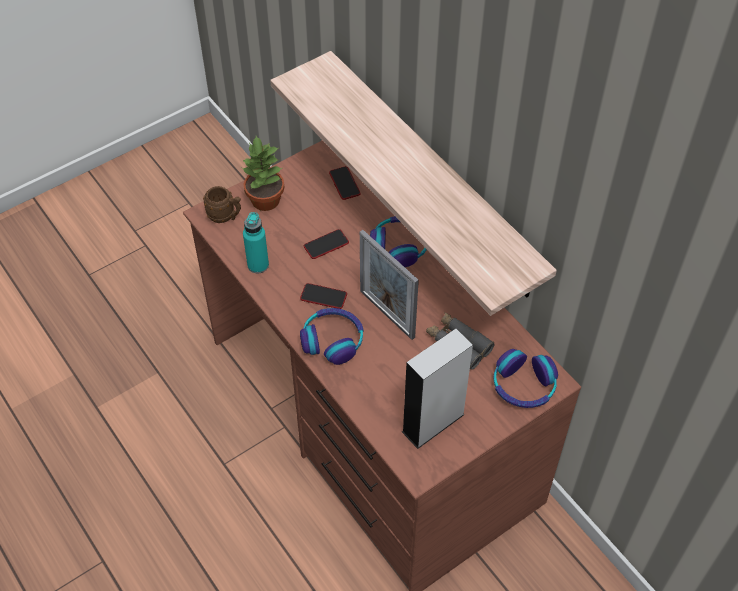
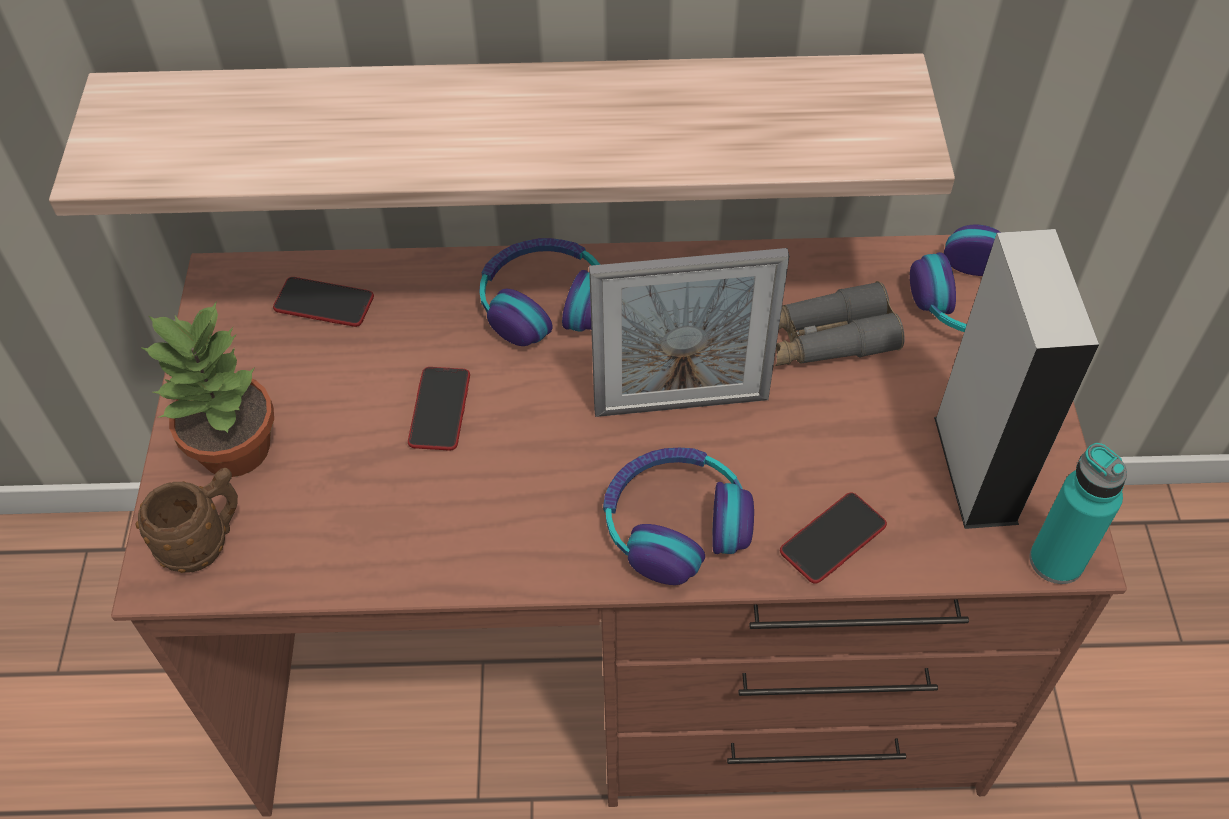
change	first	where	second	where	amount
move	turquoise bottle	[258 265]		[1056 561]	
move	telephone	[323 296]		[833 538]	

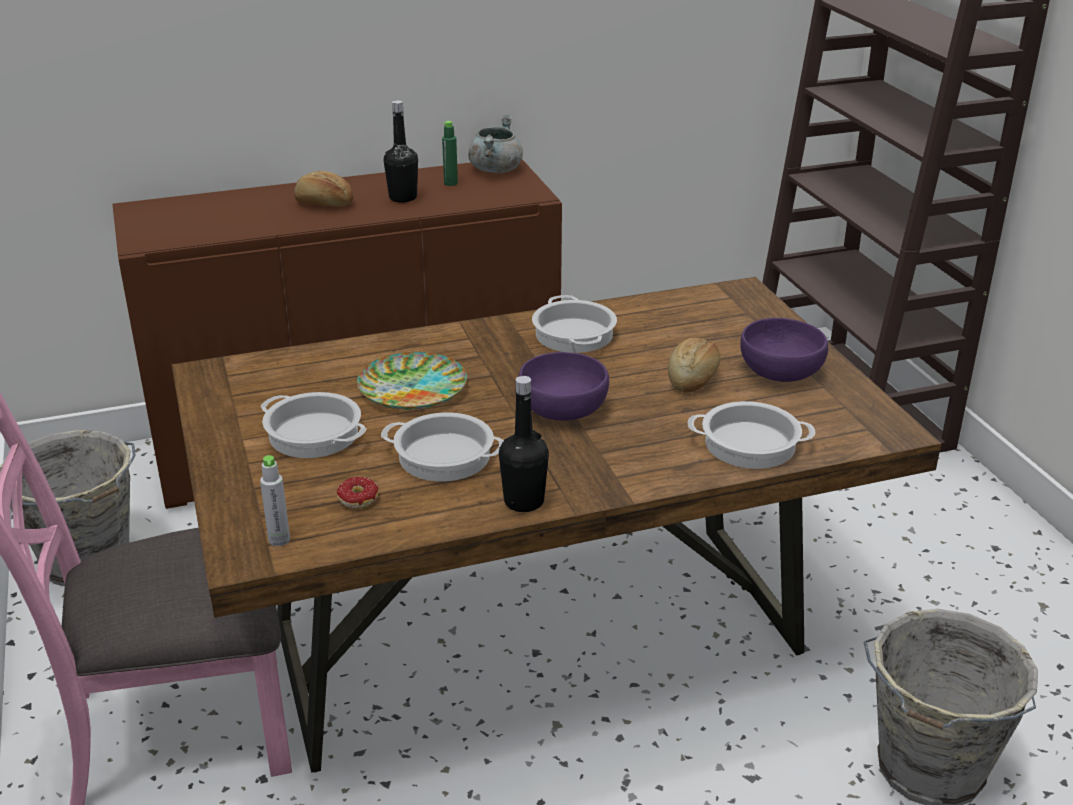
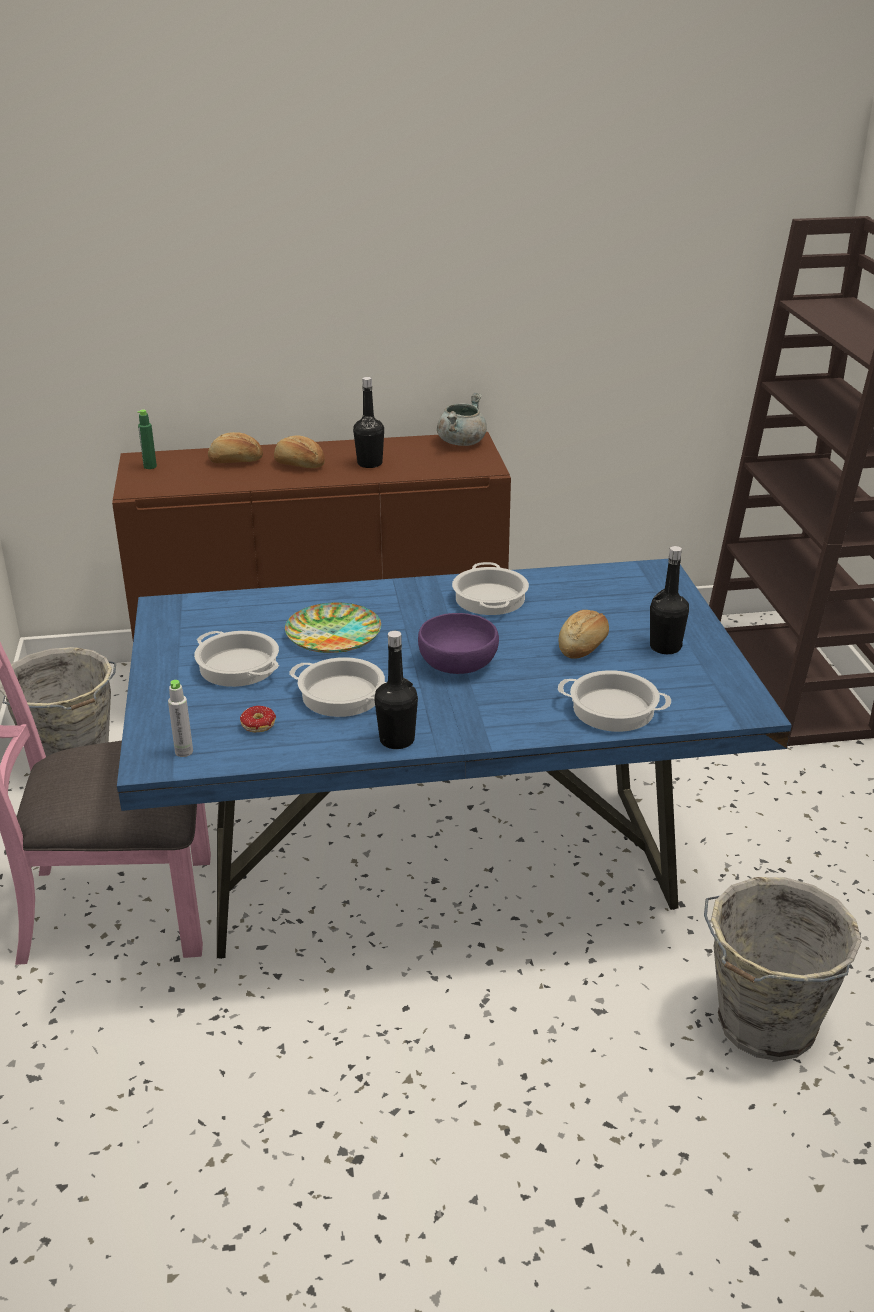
change	first	where	second	where	amount
recolor	brown-coloured kitchen table	[533 641]	blue kitchen table	[435 870]	
move	green-coloured bottle	[450 183]		[150 466]	
replace	purple-coloured deep dish	[780 372]	blackish bottle	[665 647]	
insert			bread	[236 461]	

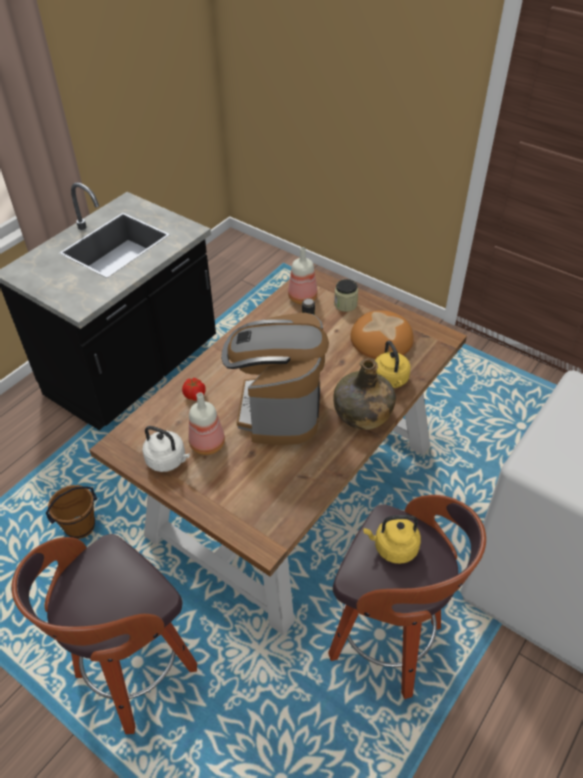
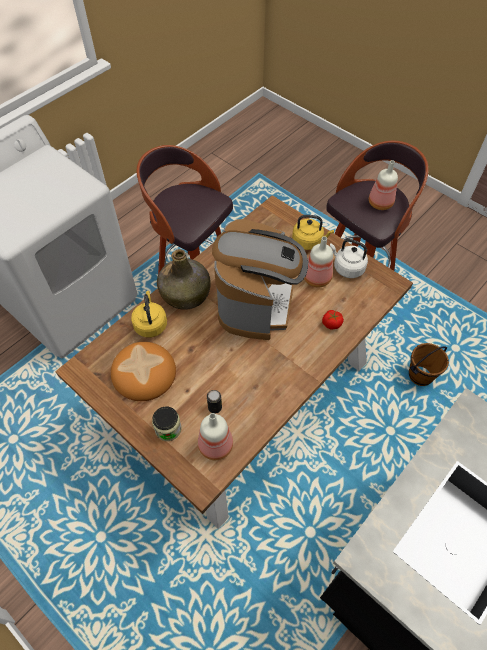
change	first	where	second	where	amount
move	yellow tea kettle	[393 548]		[309 241]	
insert			bottle	[380 204]	

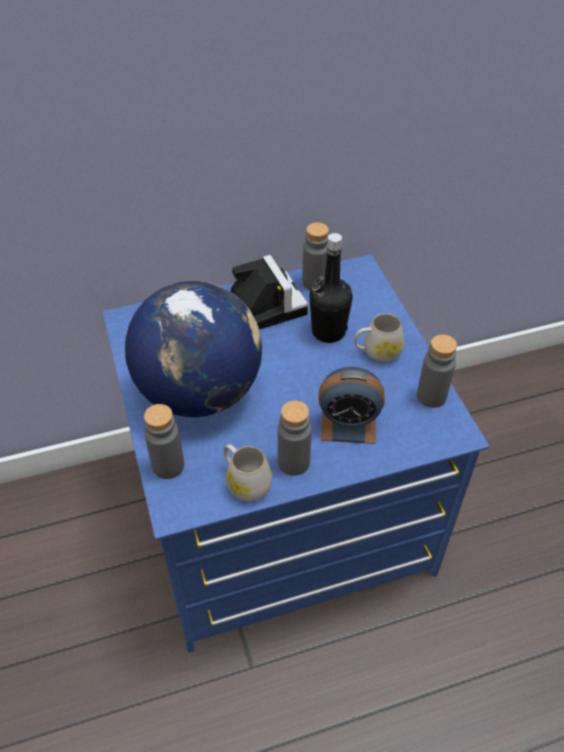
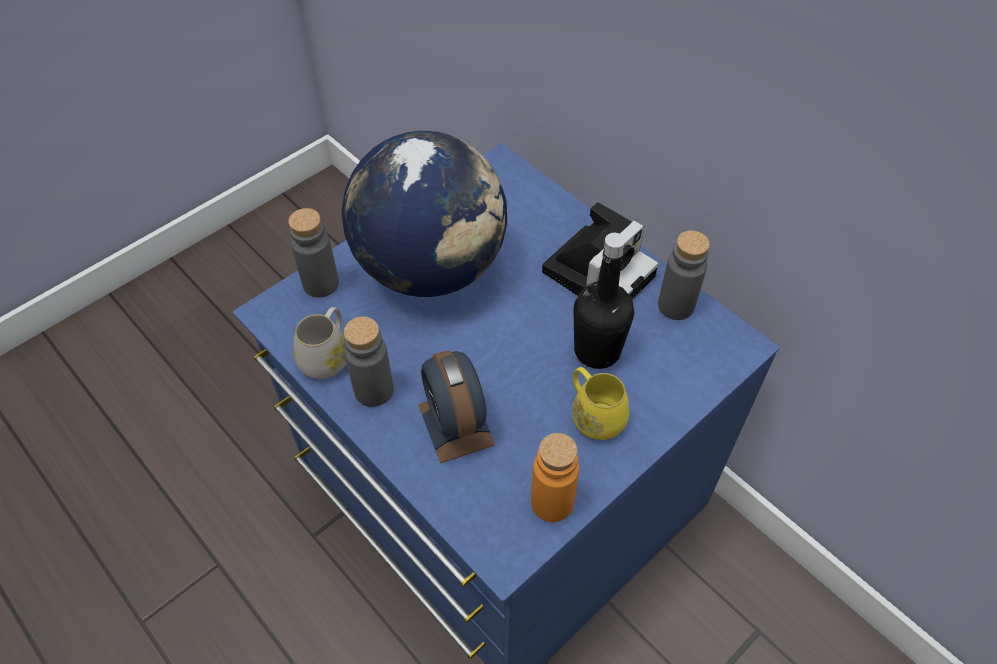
change	first	where	second	where	amount
recolor	white coffee mug	[377 352]	yellow coffee mug	[594 415]	
recolor	gray bottle	[431 396]	orangey bottle	[552 502]	

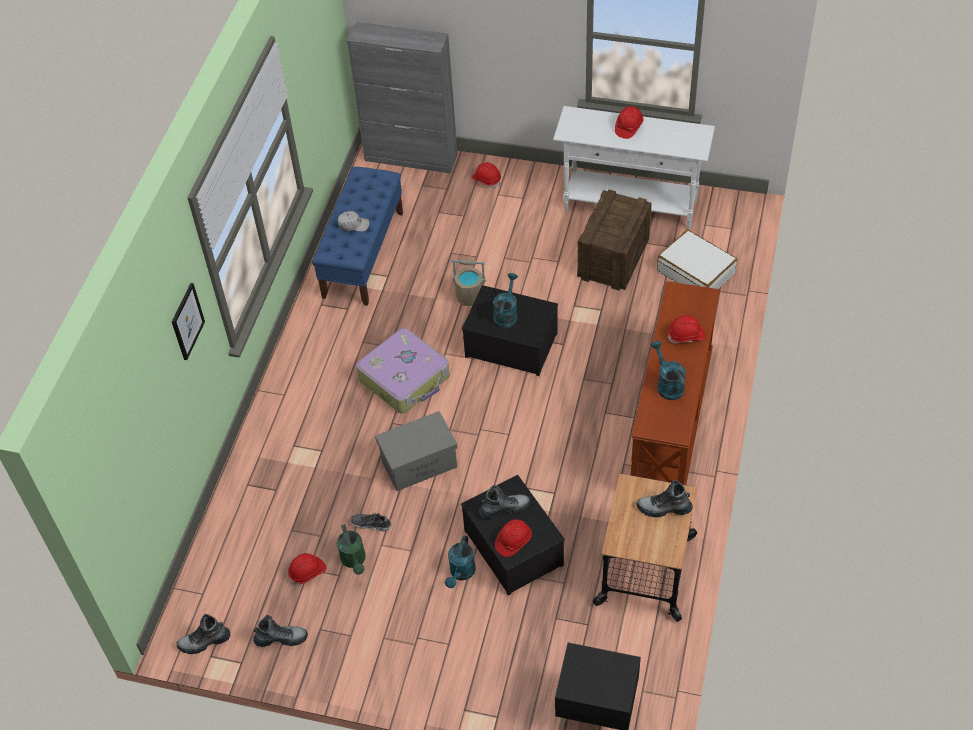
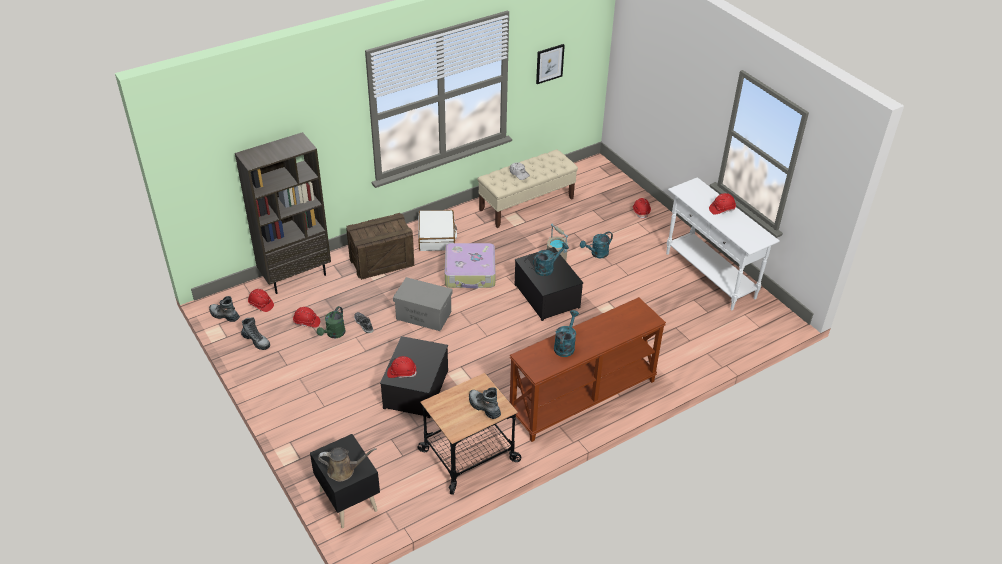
change	first	where	second	where	amount
move	wall art	[187 321]		[549 63]	
recolor	blue bench	[363 254]	beige-coloured bench	[527 204]	
delete	gray cupboard	[411 157]			
move	turquoise watering can	[461 573]		[597 254]	
delete	tall boot	[504 509]			
move	packing crate	[613 258]		[381 262]	
move	white suitcase	[696 272]		[437 237]	
move	red work helmet	[686 336]		[261 305]	
insert			brown-coloured bookcase	[296 276]	
insert			brown-coloured watering can	[344 470]	

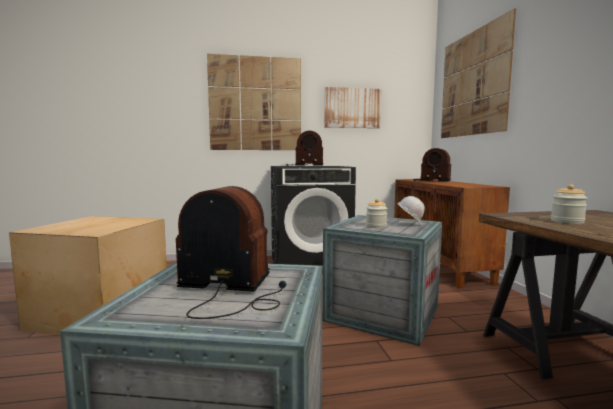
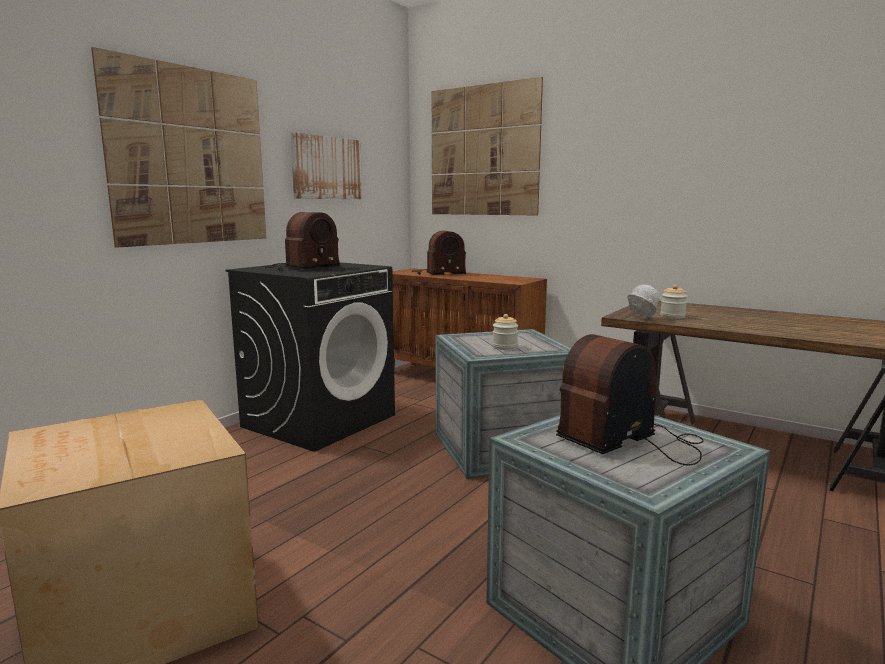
change	first	where	second	where	amount
move	white work helmet	[409 225]		[640 319]	

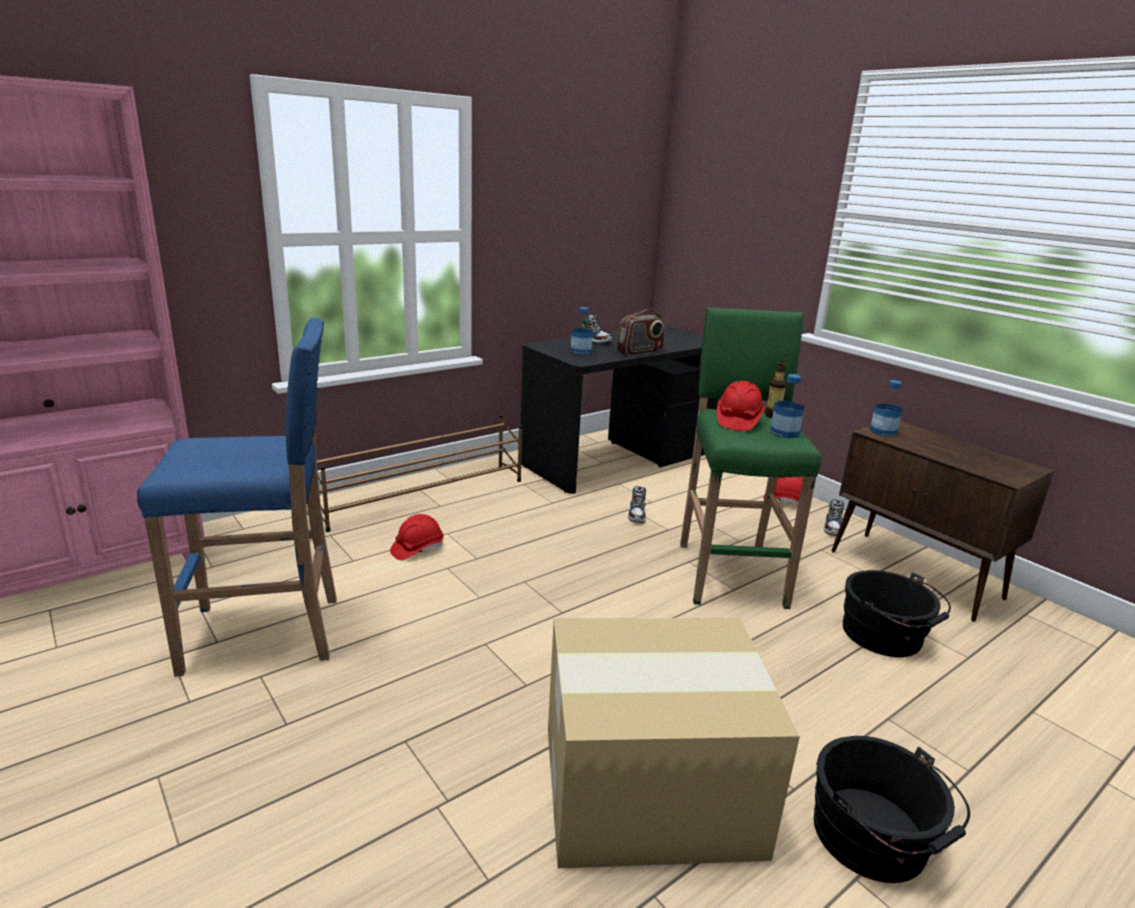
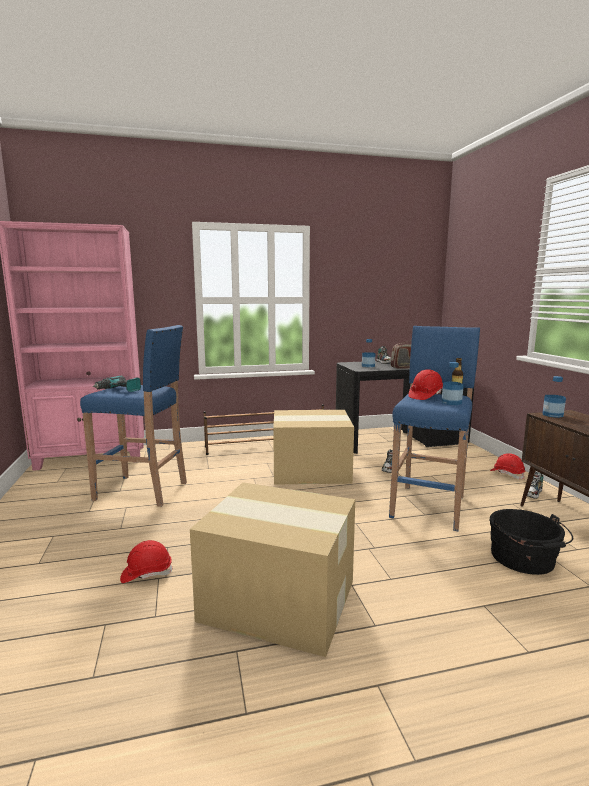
change	first	where	second	where	amount
move	red work helmet	[417 549]		[146 573]	
recolor	green-coloured sitting stool	[729 572]	blue sitting stool	[429 505]	
delete	blackish water bucket	[875 839]			
insert			electric drill	[119 390]	
insert			packing box	[309 470]	

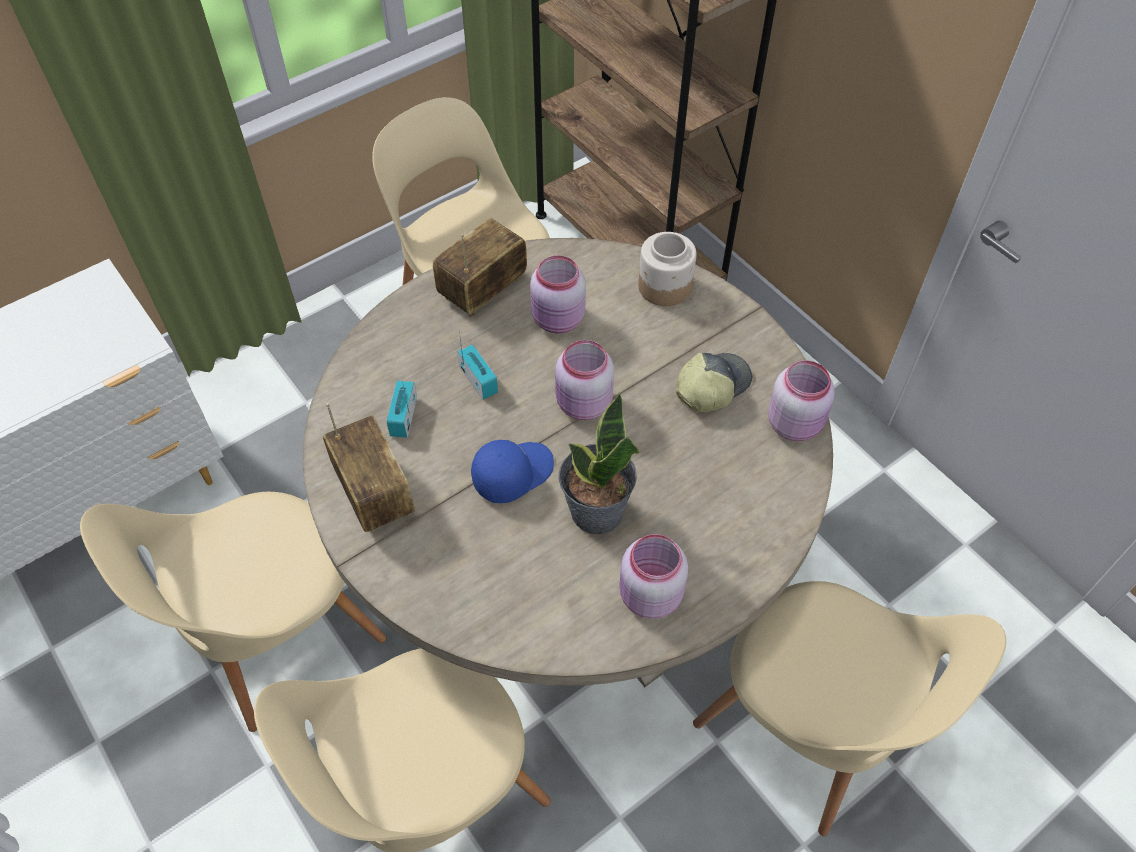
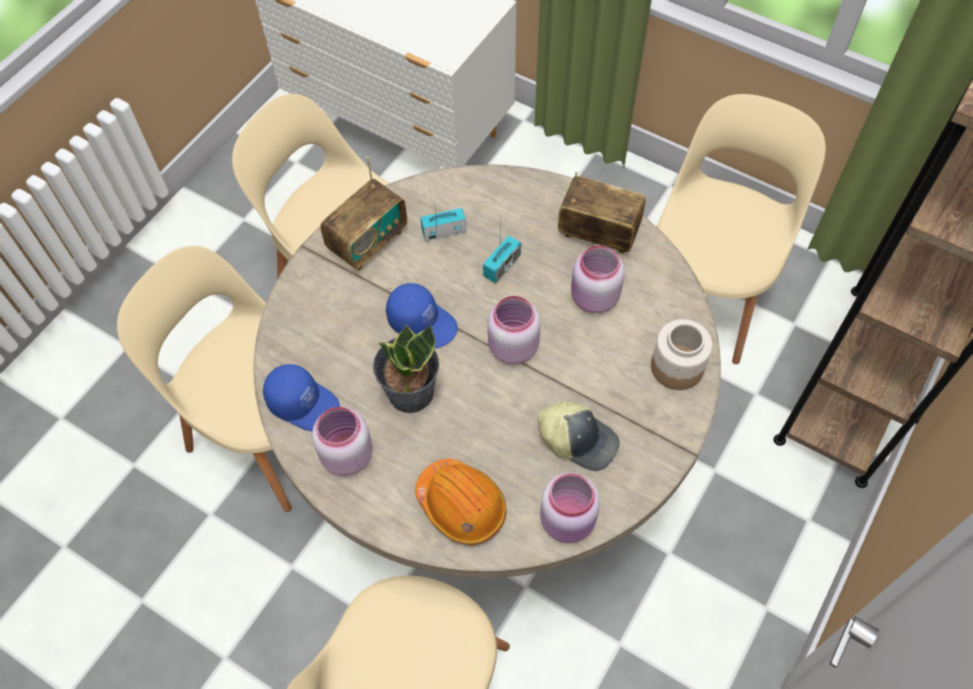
change	first	where	second	where	amount
insert			blue cap	[304 403]	
insert			orangey work helmet	[461 505]	

